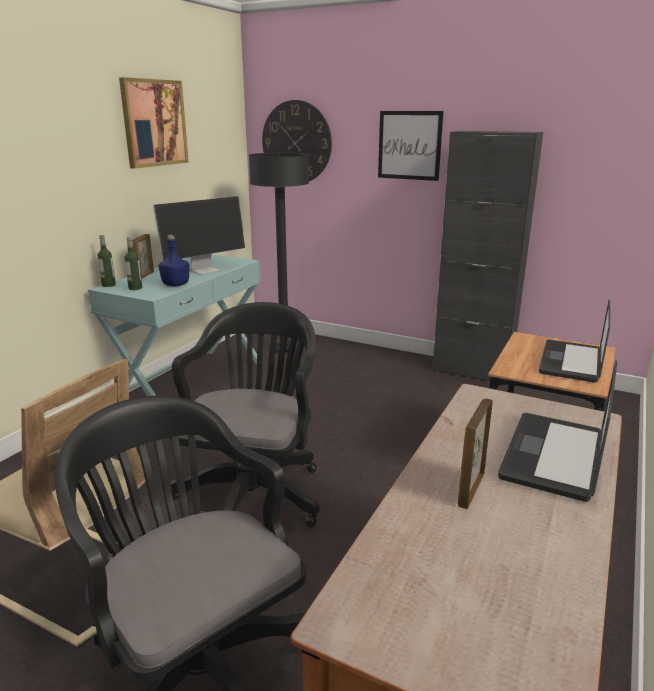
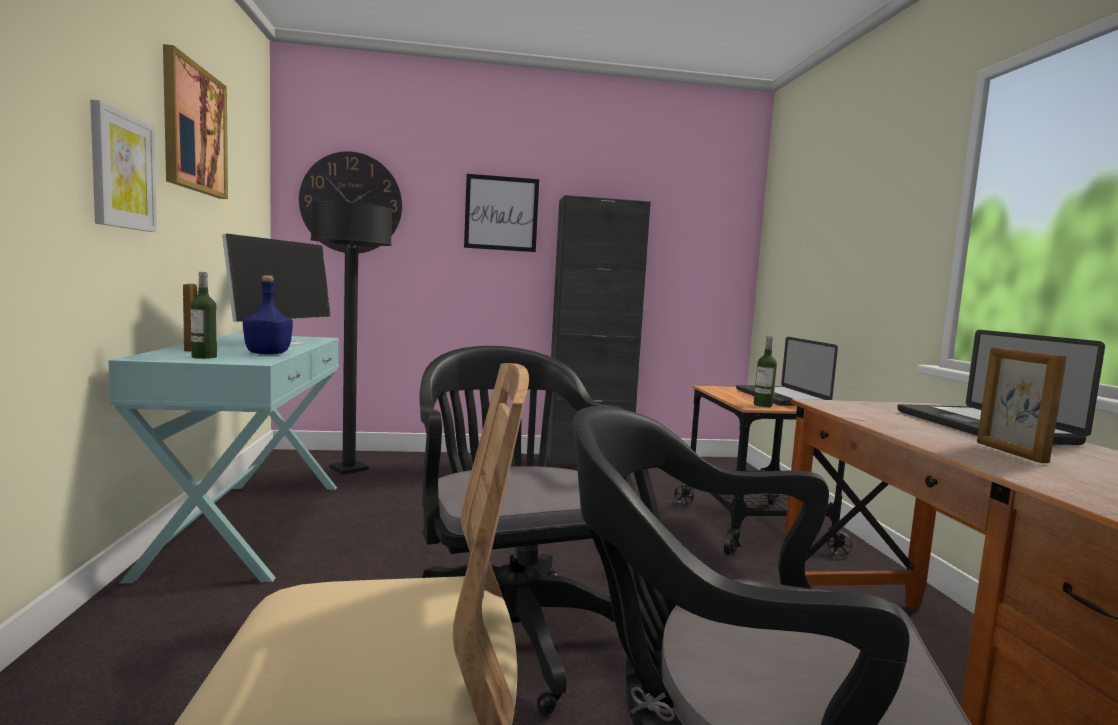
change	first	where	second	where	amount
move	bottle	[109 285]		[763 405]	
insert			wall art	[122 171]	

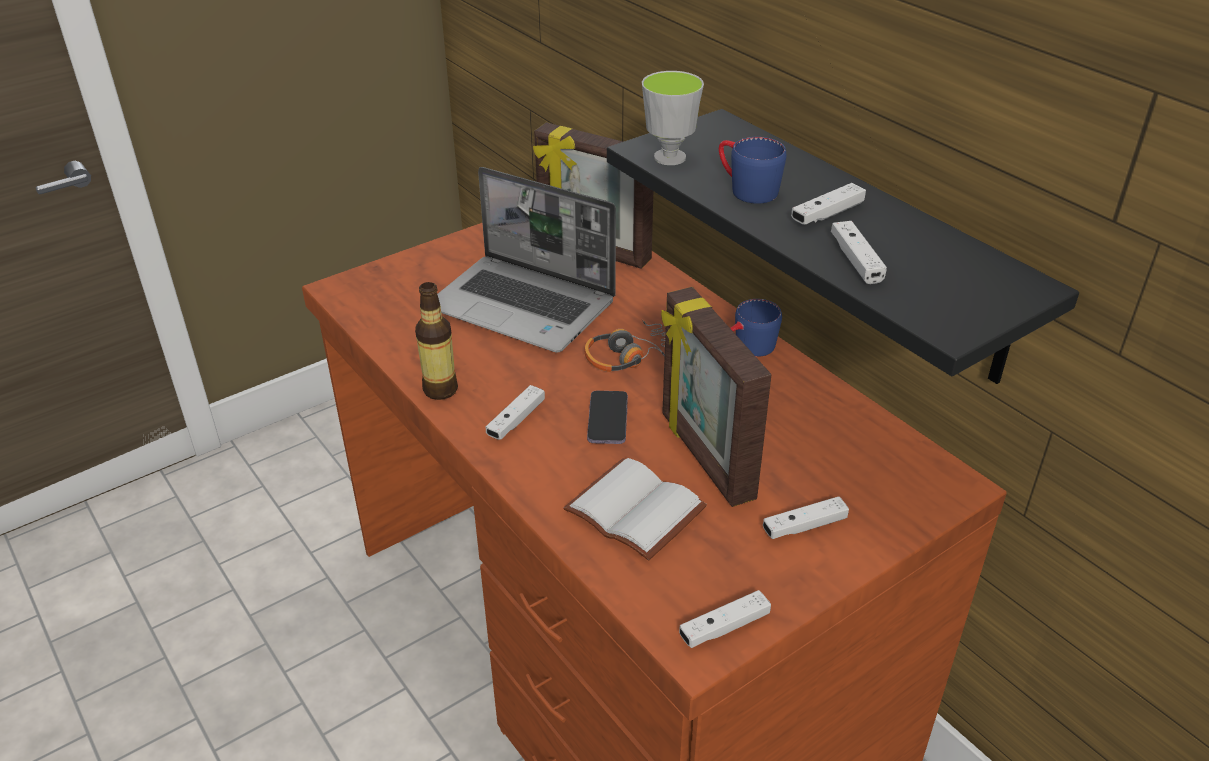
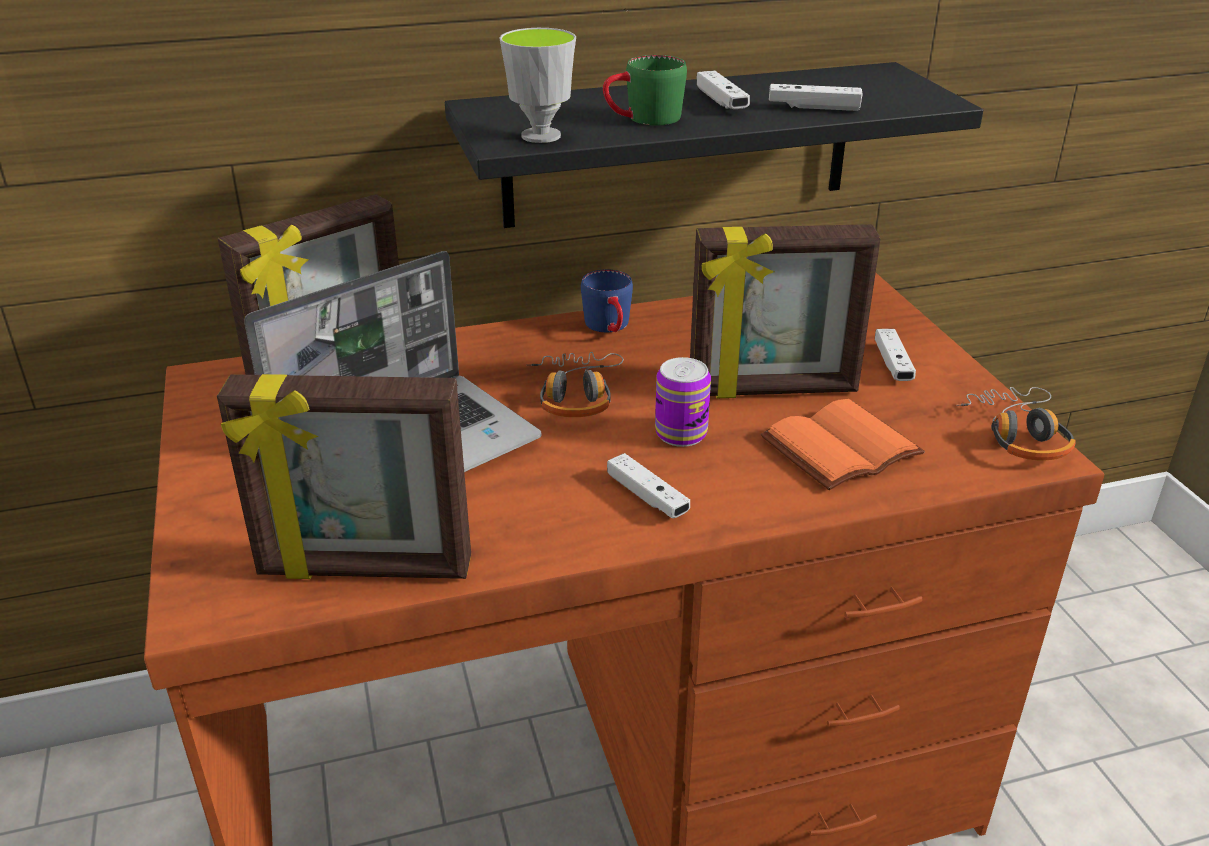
change	first	where	second	where	amount
delete	bottle	[440 390]			
recolor	white volume	[631 511]	orangey volume	[841 450]	
replace	telephone	[607 419]	metal can	[681 433]	
replace	white game controller	[724 627]	headphones	[1018 434]	
recolor	blue coffee mug	[745 188]	green-coloured coffee mug	[643 119]	
insert			photo frame	[364 569]	

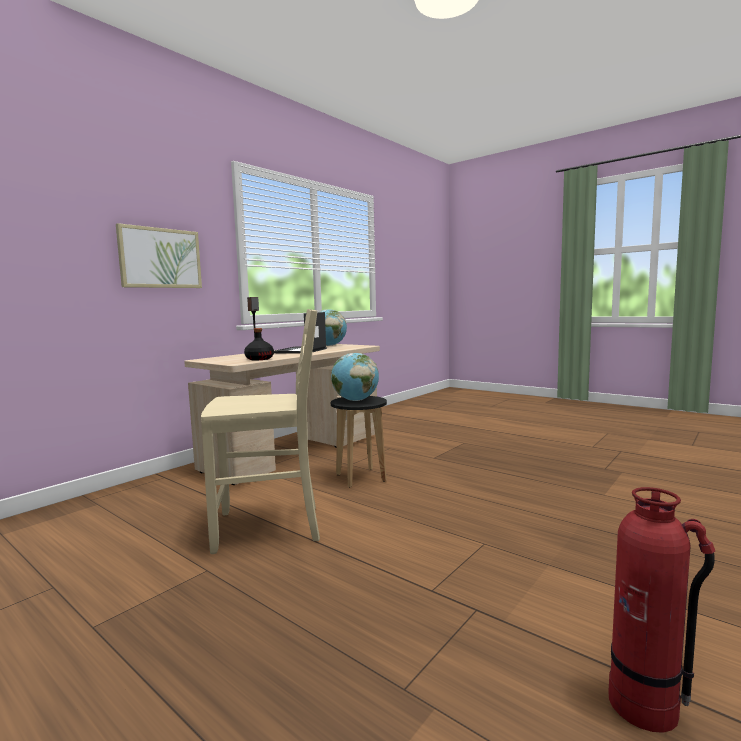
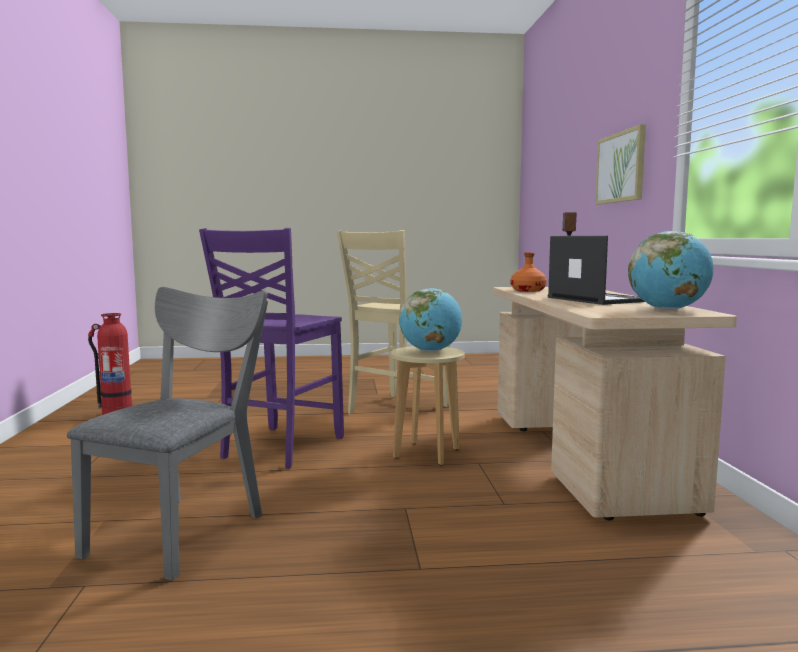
change	first	where	second	where	amount
recolor	blackish bottle	[259 359]	orangey bottle	[528 290]	
recolor	blackish sitting stool	[361 478]	beige-coloured sitting stool	[426 453]	
insert			gray plain chair	[184 528]	
insert			purple-coloured plain chair	[280 447]	

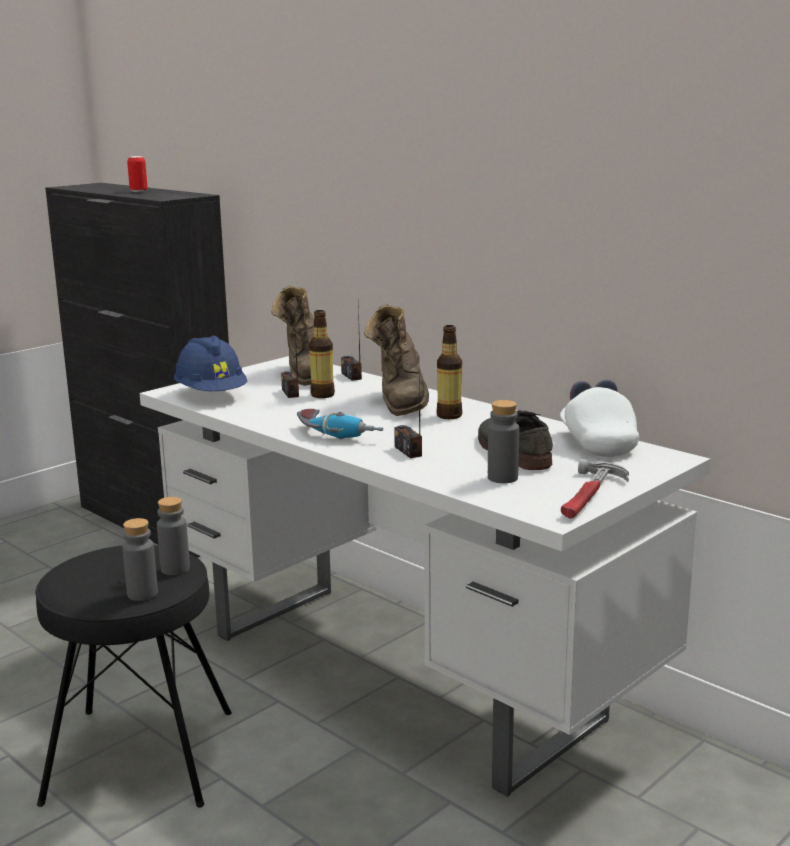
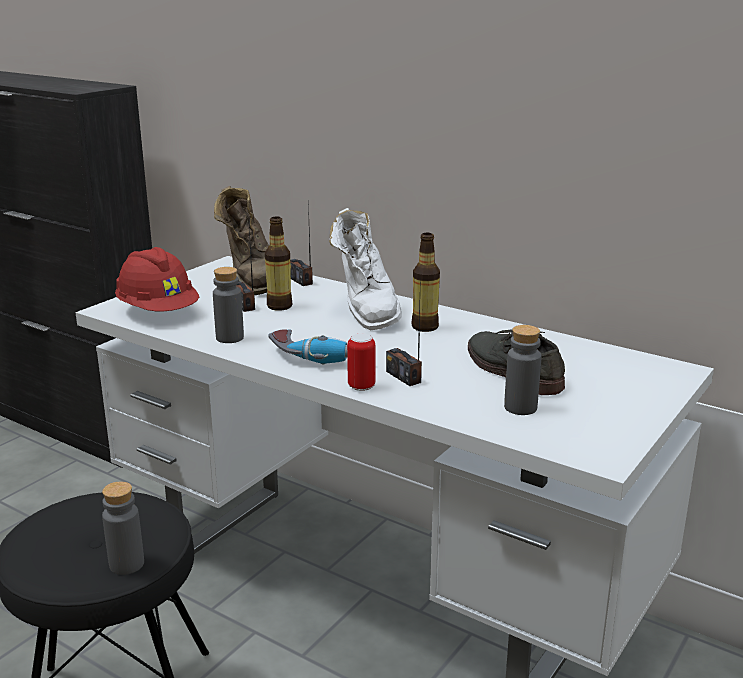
change	first	where	second	where	amount
move	metal can	[138 191]		[361 386]	
move	gray bottle	[175 569]		[230 338]	
recolor	blue work helmet	[211 395]	red work helmet	[158 312]	
recolor	brown-coloured tall boot	[400 402]	white tall boot	[366 311]	
delete	white cap	[597 442]			
delete	hammer	[589 496]			

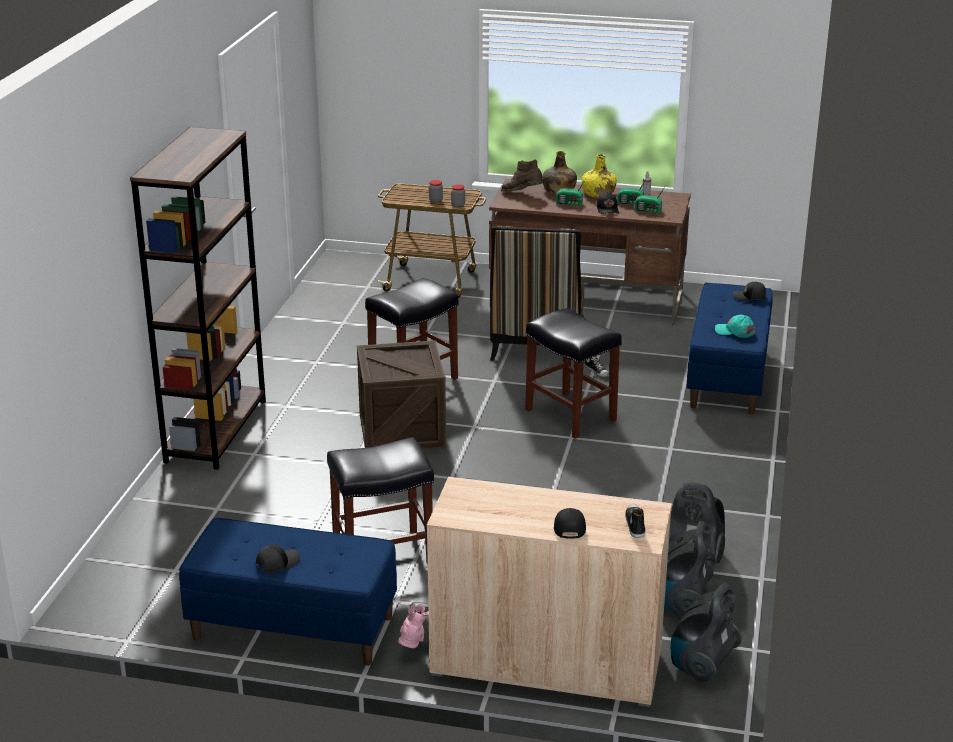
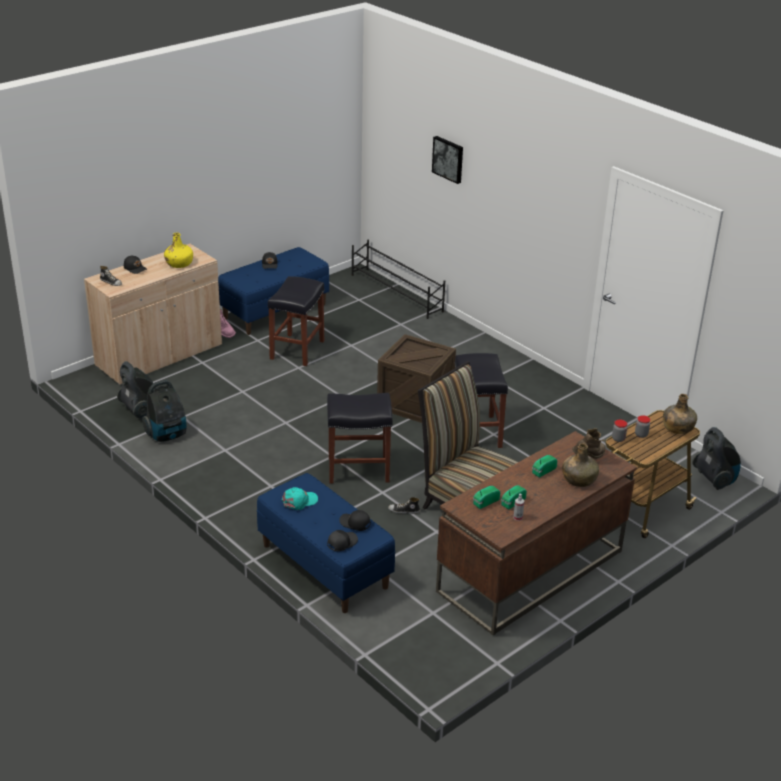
change	first	where	second	where	amount
delete	brown-coloured bookcase	[216 431]			
move	yellow bottle	[598 193]		[179 264]	
move	blackish cap	[608 209]		[355 523]	
move	vacuum	[701 665]		[714 479]	
insert			blackish shoe rack	[396 293]	
insert			wall art	[448 159]	
insert			green-coloured bottle	[677 428]	

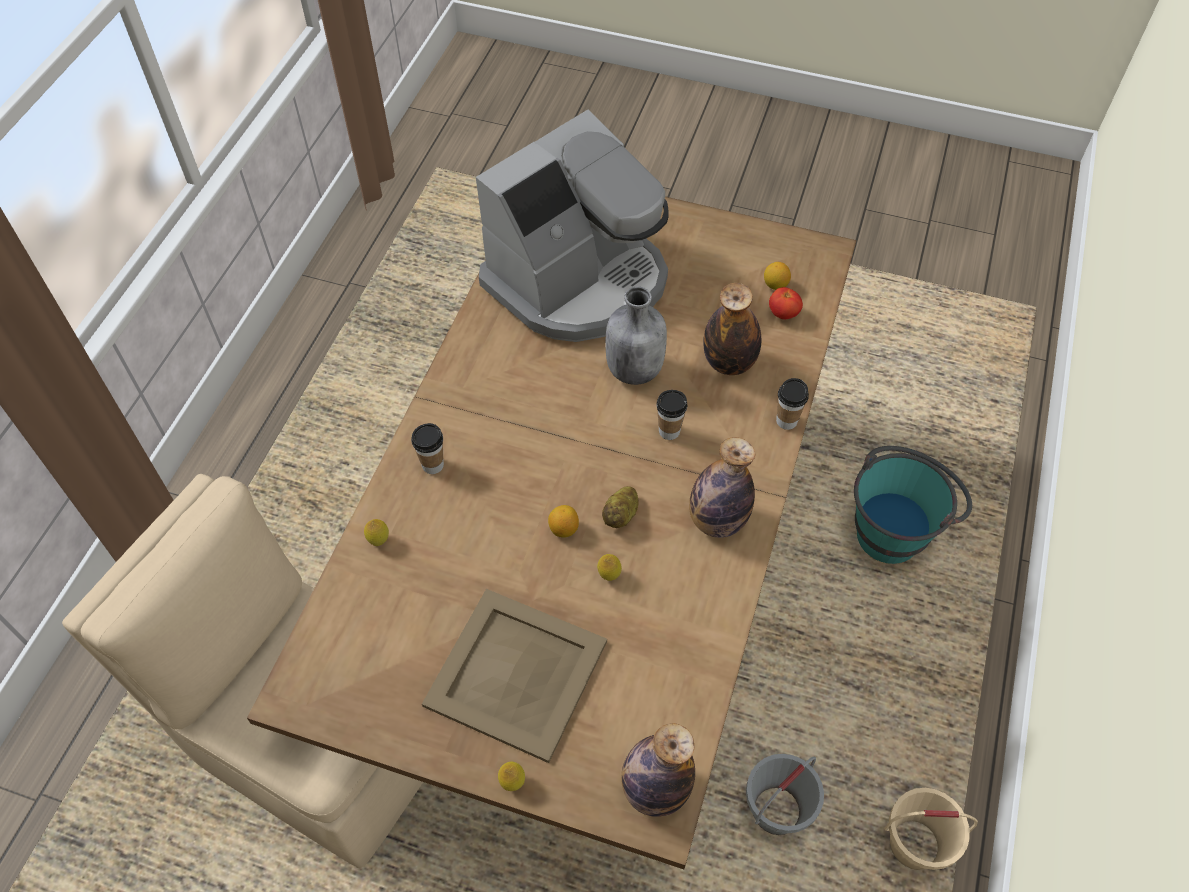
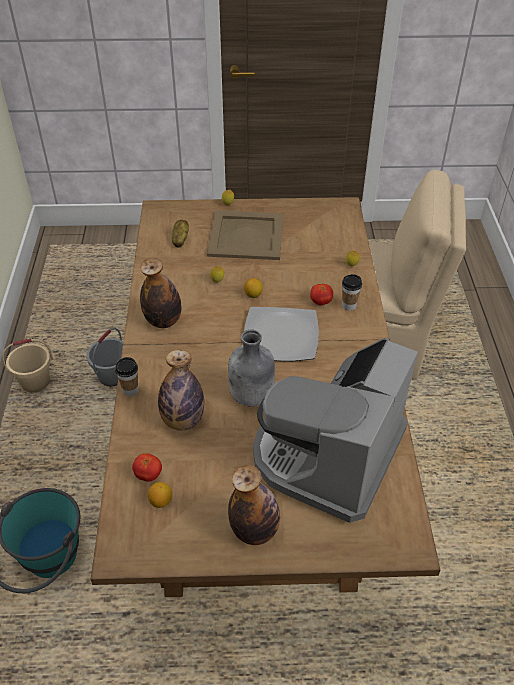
change	first	where	second	where	amount
move	potato	[621 515]		[180 240]	
move	bottle	[654 789]		[254 530]	
delete	cup	[669 431]			
insert			dinner plate	[281 336]	
insert			whole tomato	[320 302]	

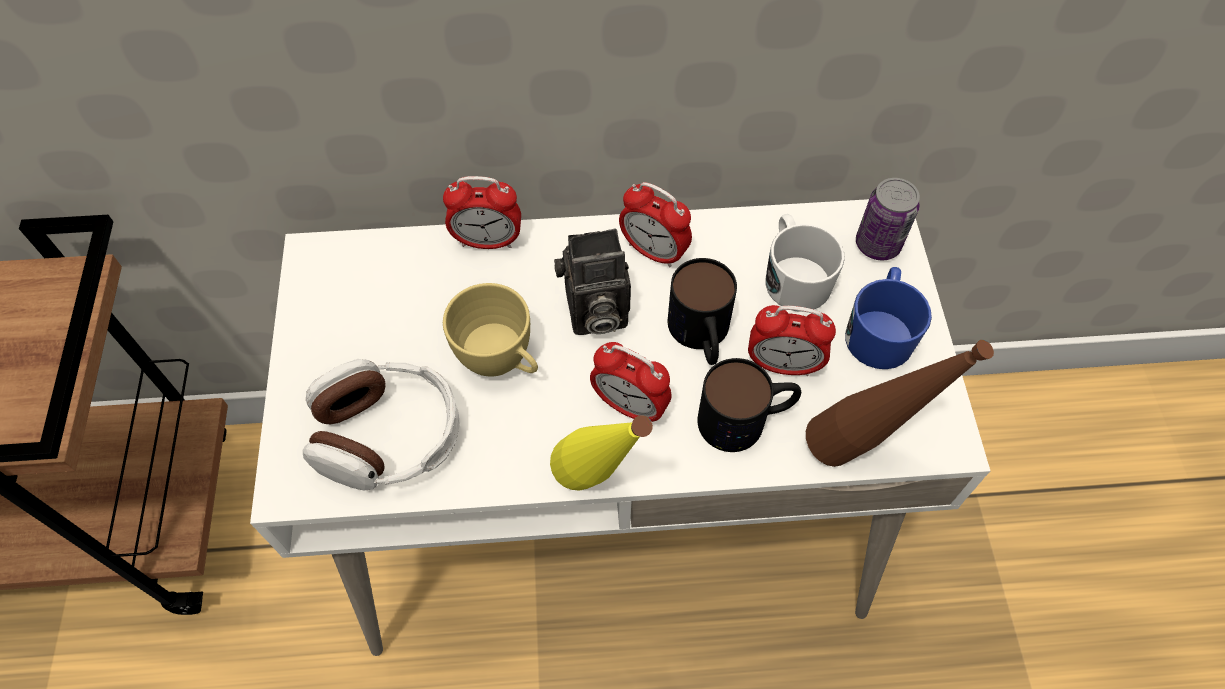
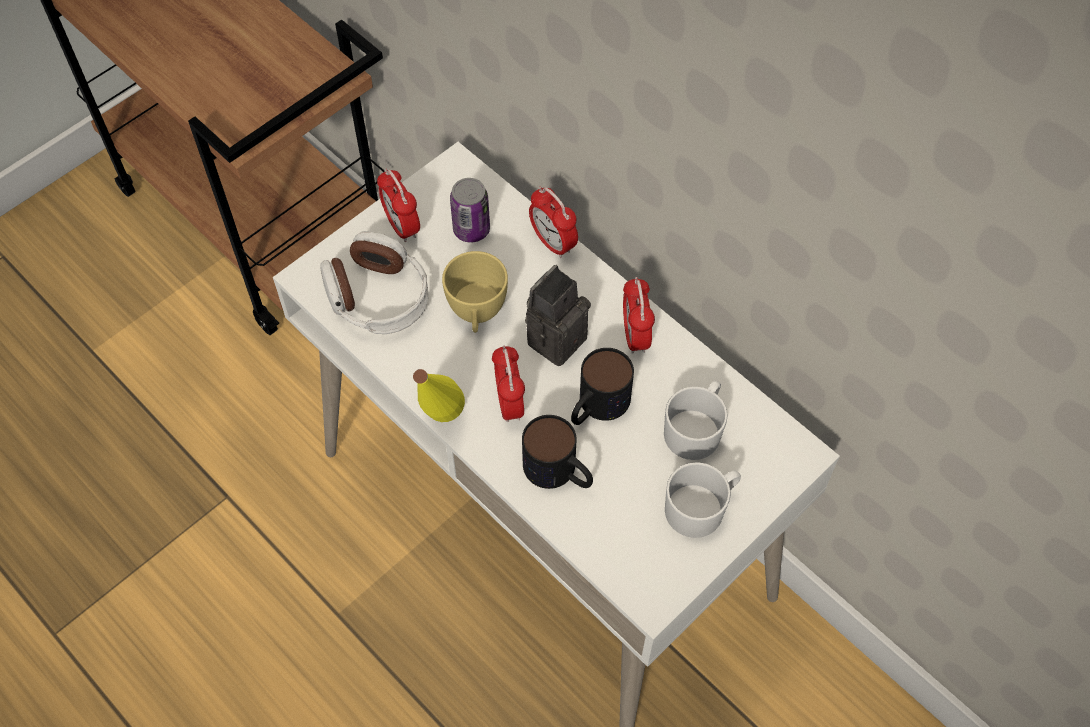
change	first	where	second	where	amount
rotate	still camera	[593 314]		[555 337]	90 degrees clockwise
move	table clock	[783 365]		[402 226]	
delete	brown-coloured bottle	[860 450]			
recolor	blue coffee mug	[879 331]	white coffee mug	[701 507]	
move	metal can	[877 244]		[471 229]	

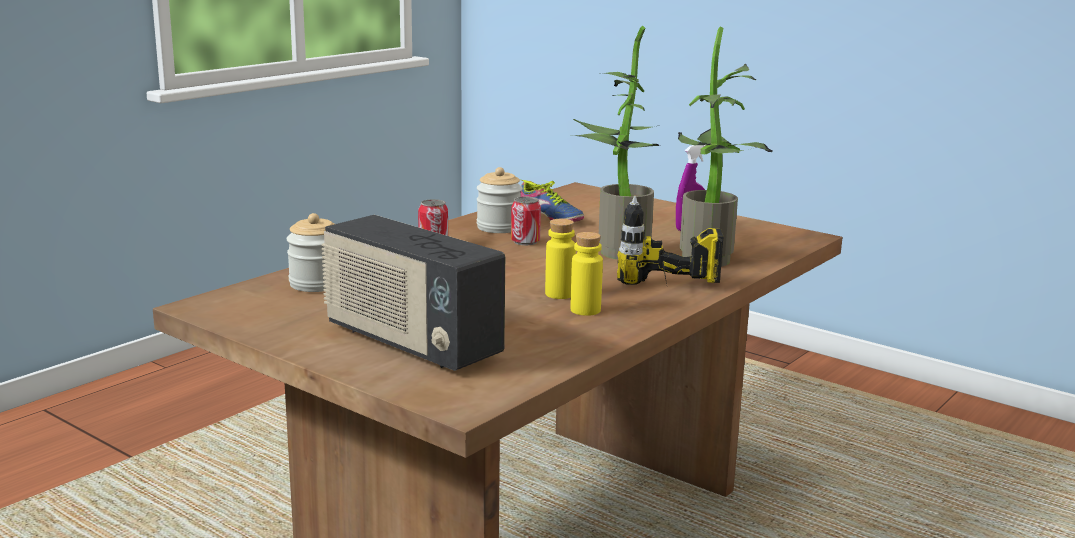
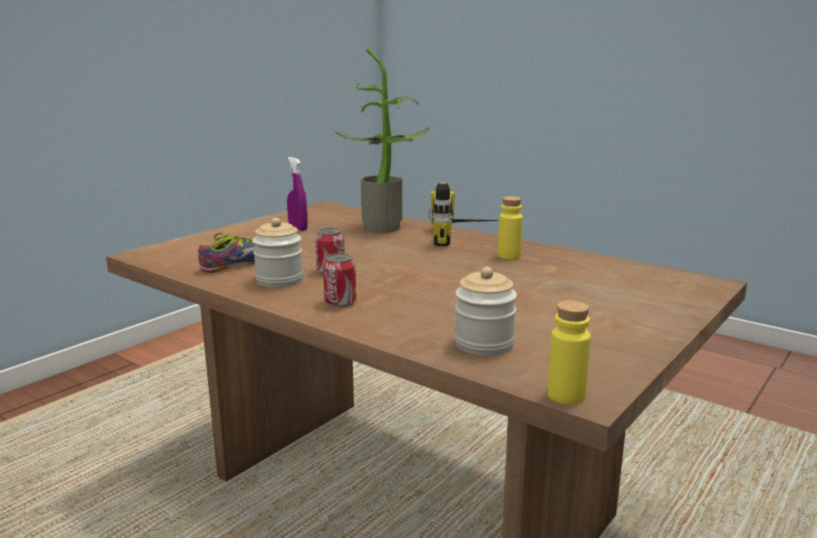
change	first	where	second	where	amount
delete	radio receiver	[410 342]			
move	yellow bottle	[559 294]		[566 395]	
delete	plant in a pot	[615 252]			

